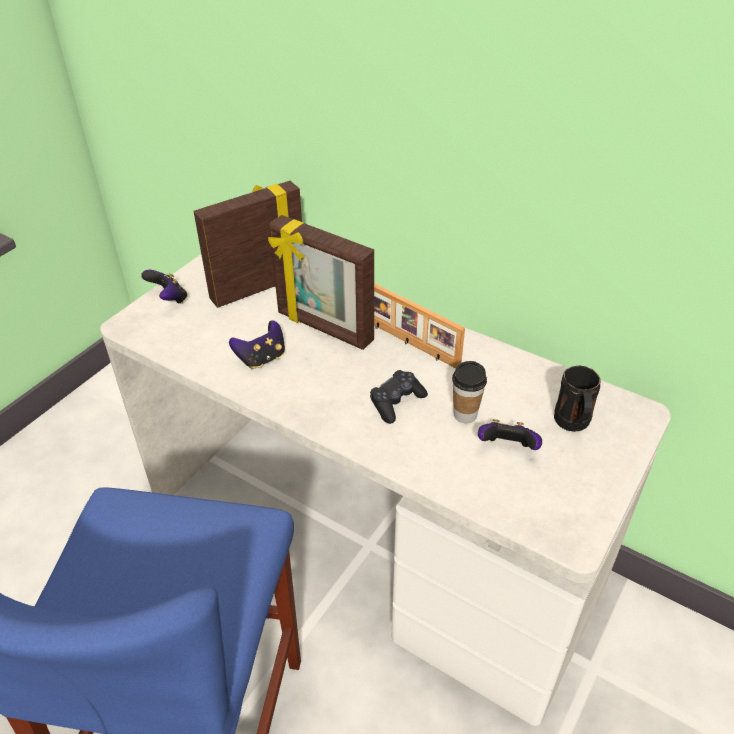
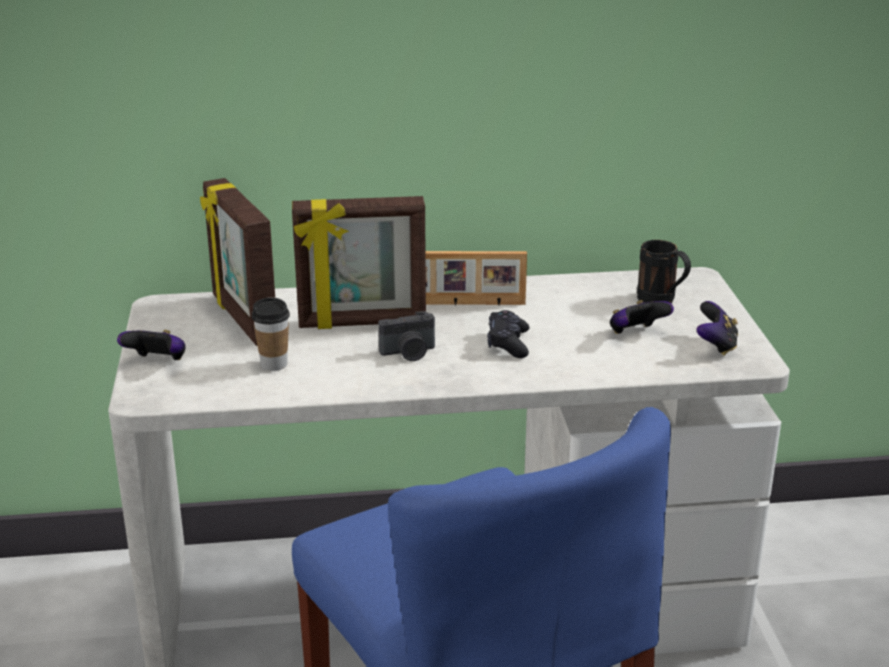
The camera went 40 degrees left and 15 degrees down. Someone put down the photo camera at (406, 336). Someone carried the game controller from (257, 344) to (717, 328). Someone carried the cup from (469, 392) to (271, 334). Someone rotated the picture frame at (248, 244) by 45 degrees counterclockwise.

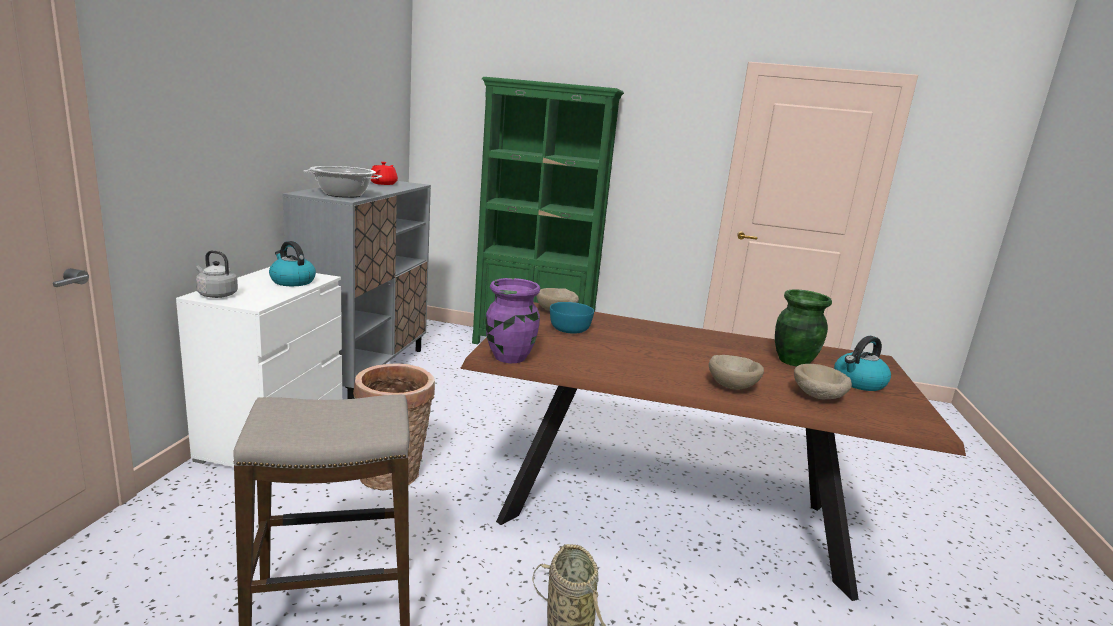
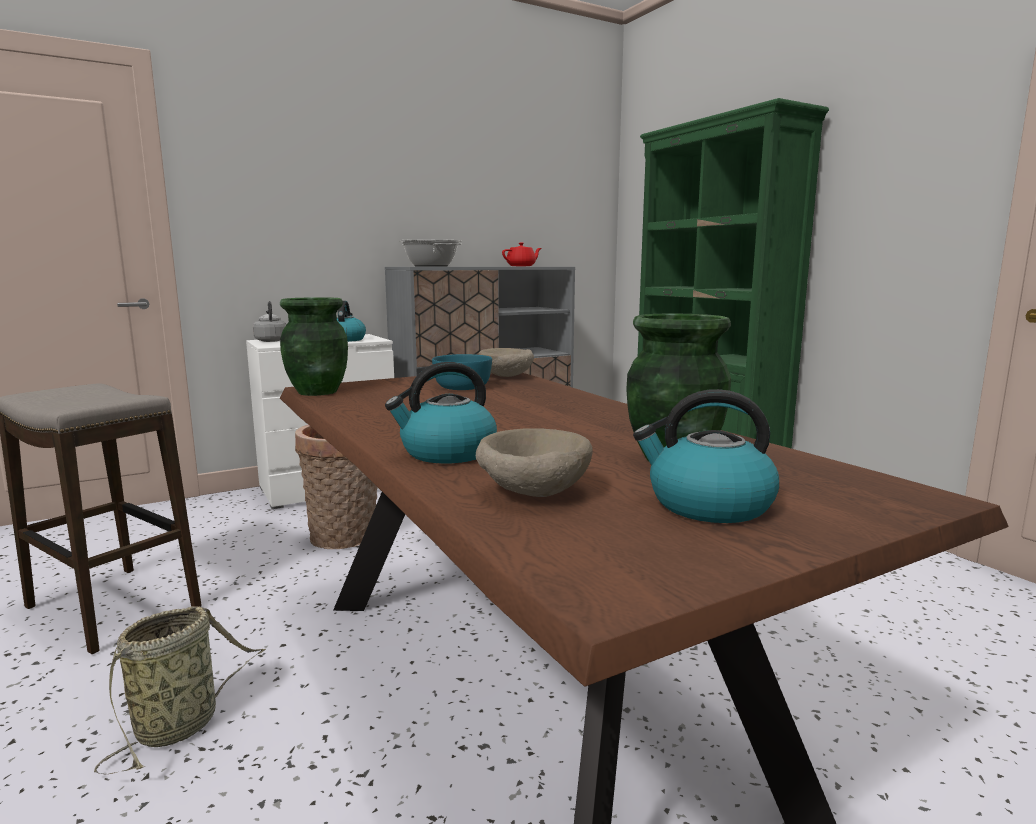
The camera went 50 degrees right and 5 degrees down. Someone swapped the beige bowl at (736, 372) for the kettle at (441, 413). Someone repainted the purple vase at (512, 320), which became the green vase at (314, 346).

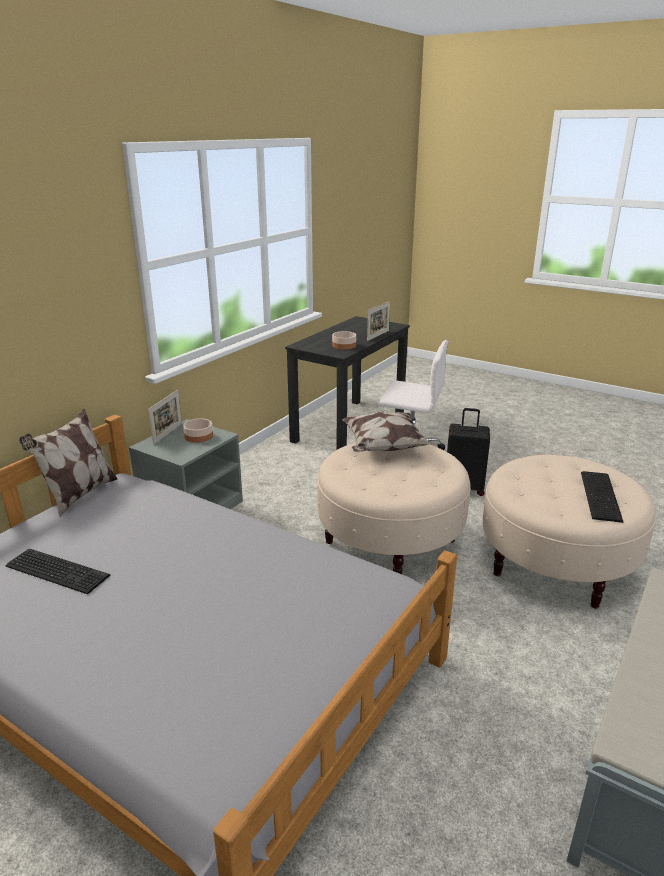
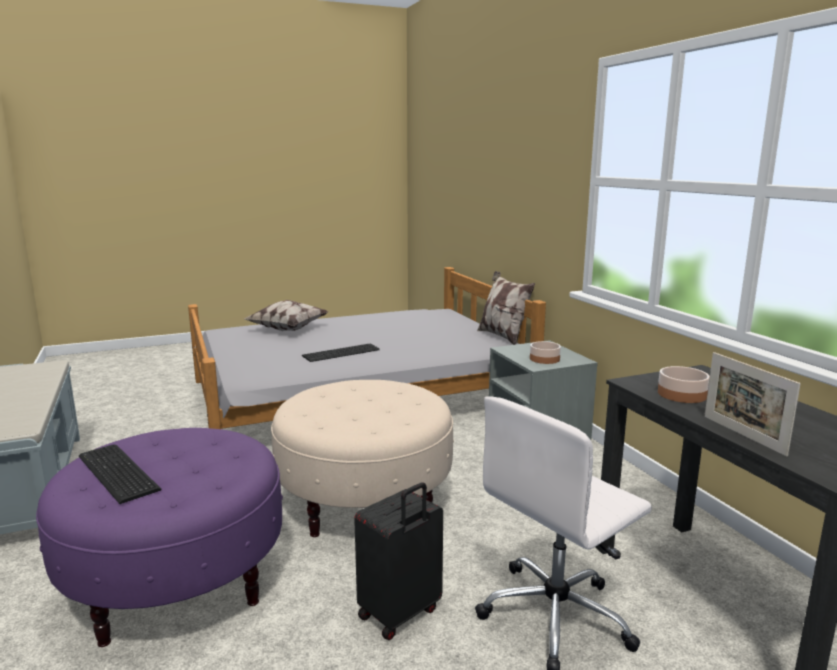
The camera went 125 degrees right and 10 degrees down. Someone took away the picture frame at (165, 417). Someone carried the keyboard from (58, 571) to (341, 353). Someone carried the pillow from (387, 431) to (286, 315). Someone repainted the beige ottoman at (569, 532), which became the purple ottoman at (159, 537).

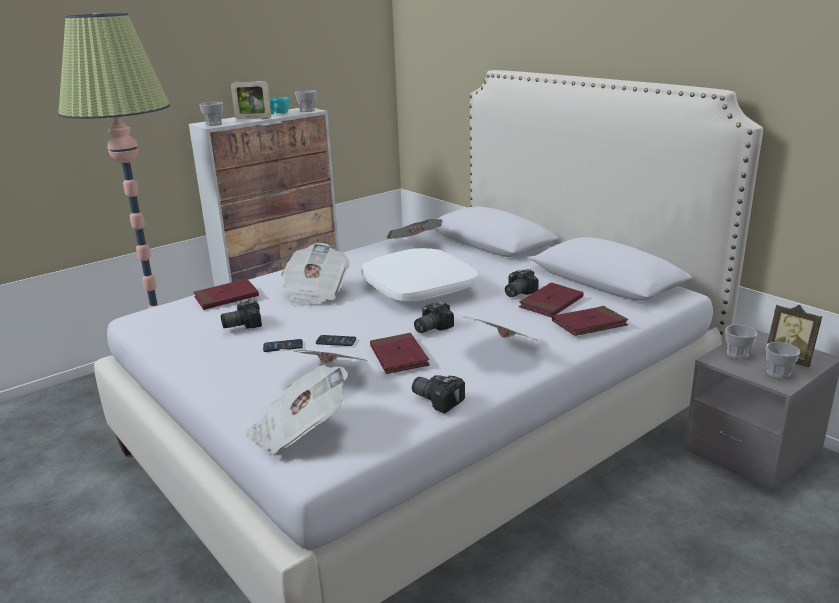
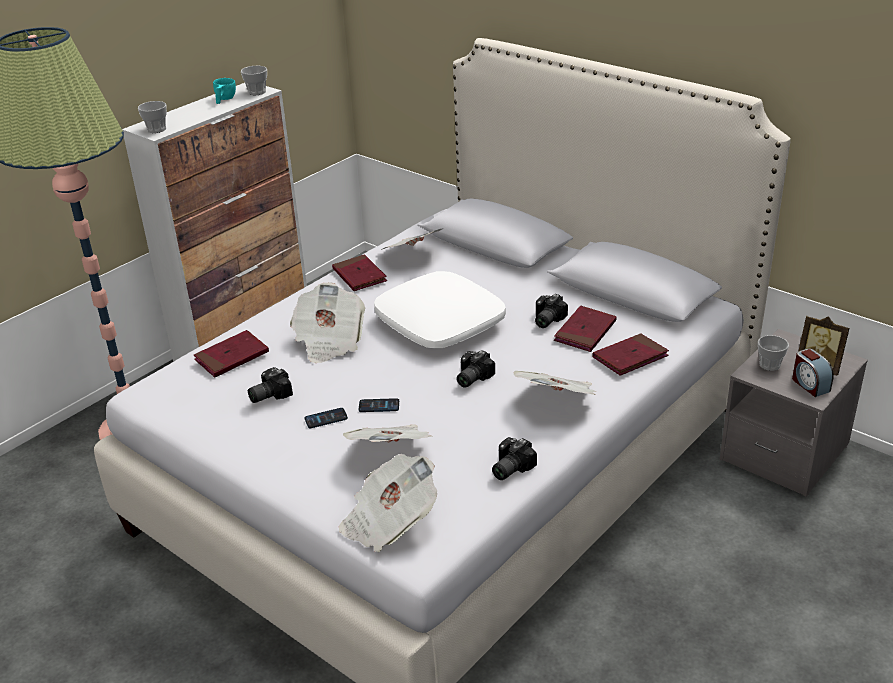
The camera went 10 degrees left and 10 degrees up. Someone took away the picture frame at (251, 100). Someone carried the red book from (400, 353) to (359, 272). Someone swapped the cup at (783, 360) for the alarm clock at (813, 372). Someone rotated the photo camera at (438, 394) by 75 degrees counterclockwise.

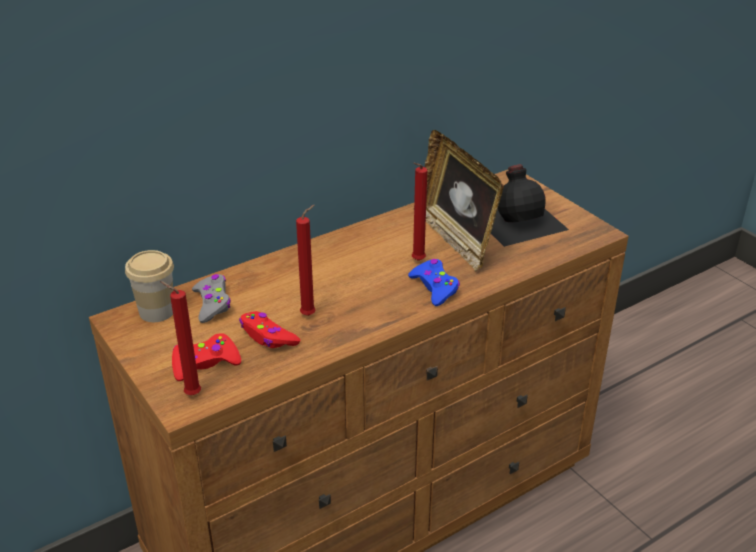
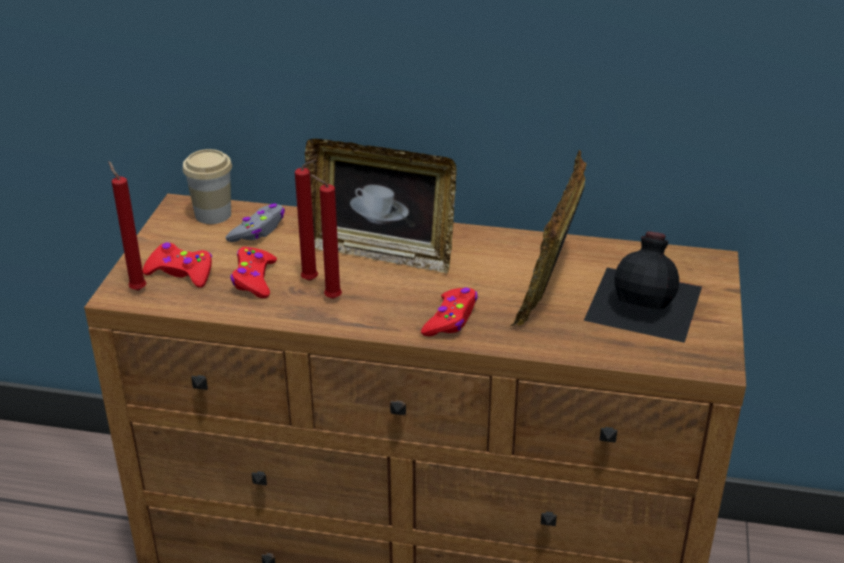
The camera went 45 degrees right and 0 degrees up. Someone put down the picture frame at (381, 206). Someone carried the red candle from (419, 211) to (326, 237). Someone repainted the blue game controller at (434, 282), which became the red game controller at (449, 312).

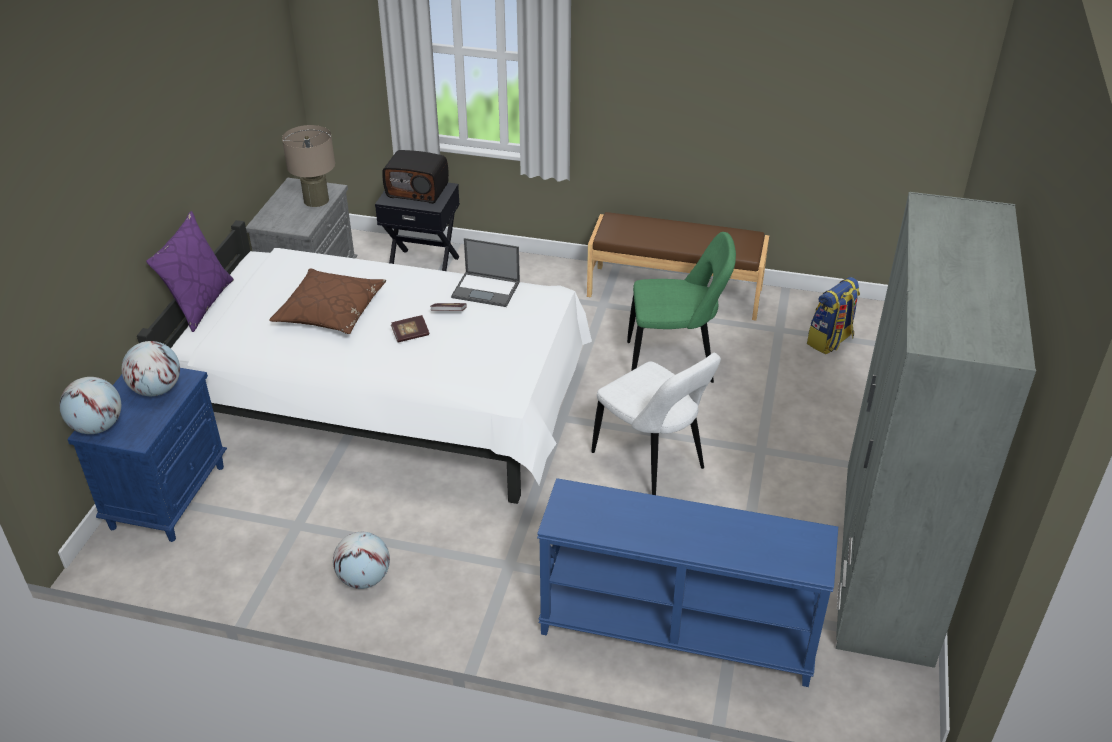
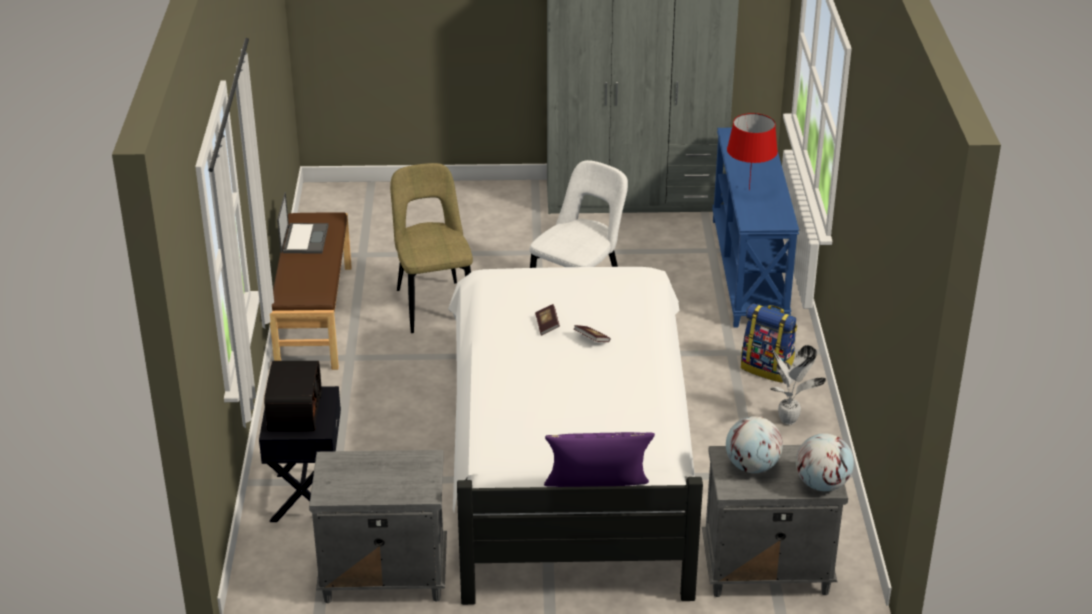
The camera went 105 degrees left and 5 degrees down. Someone took away the brown pillow at (327, 301). Someone took away the beige table lamp at (308, 166). Someone put down the red table lamp at (752, 151). Someone carried the laptop from (485, 272) to (303, 223). Someone carried the backpack from (833, 315) to (769, 343). Someone swapped the globe at (361, 560) for the potted plant at (798, 385). Someone repainted the blue nightstand at (147, 455), which became the grey nightstand at (775, 521). Someone repainted the green chair at (681, 307), which became the beige chair at (431, 248).

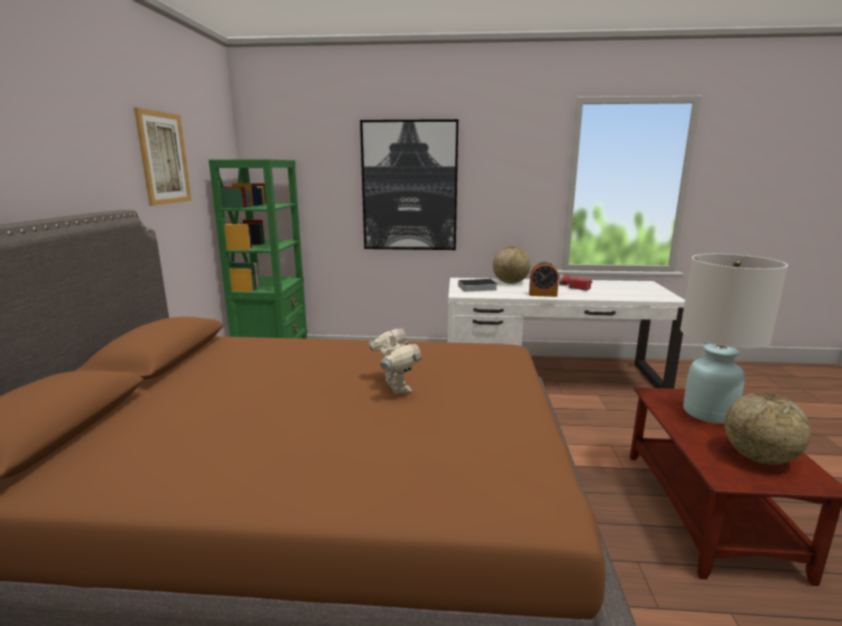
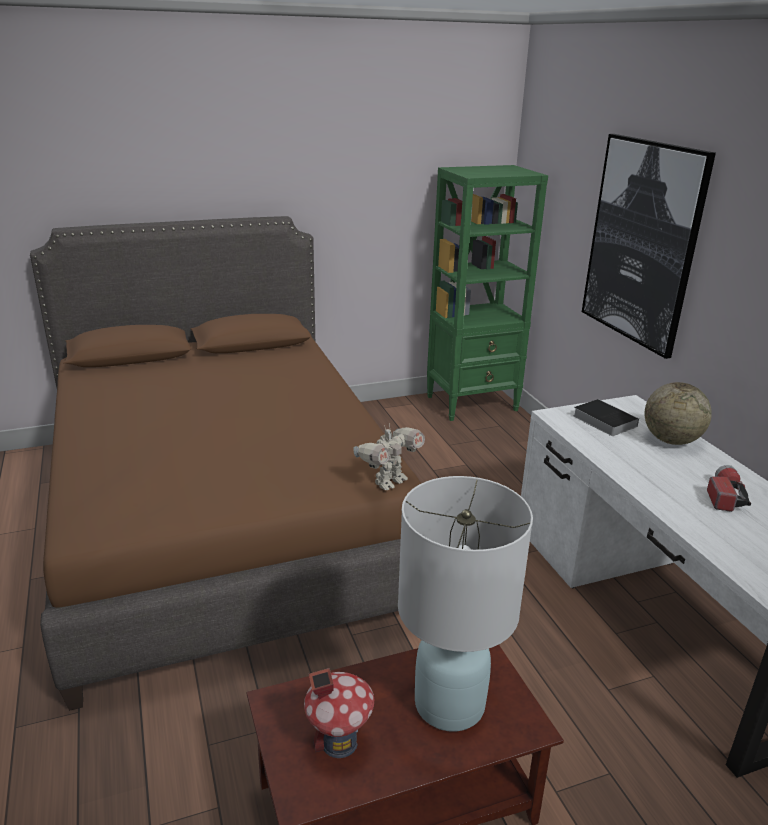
The camera went 65 degrees right and 10 degrees up. Someone took away the picture at (163, 157). Someone took away the alarm clock at (544, 279). Someone carried the toy robot from (395, 361) to (389, 456). Someone swapped the globe at (768, 428) for the toy house at (339, 713).

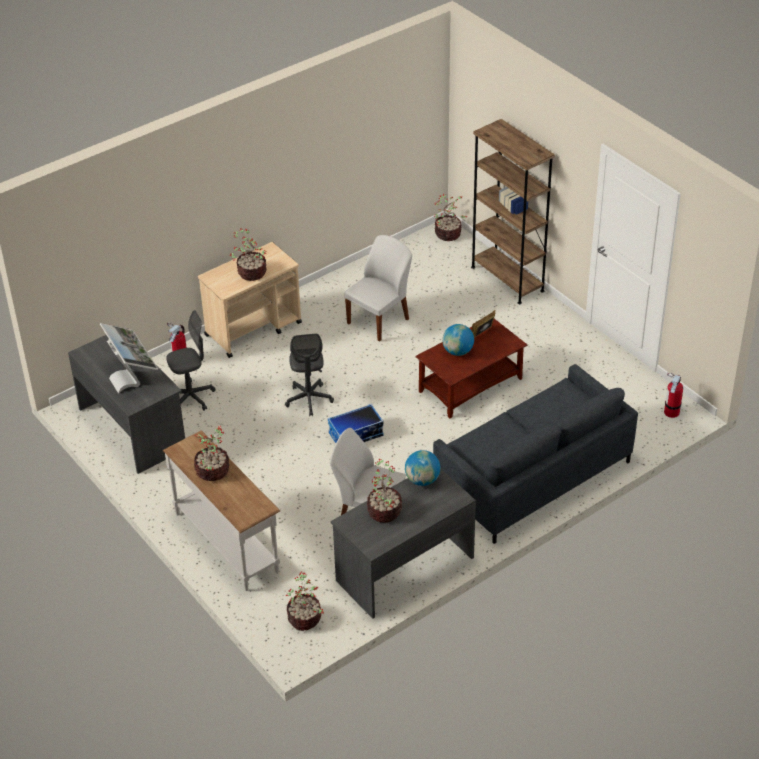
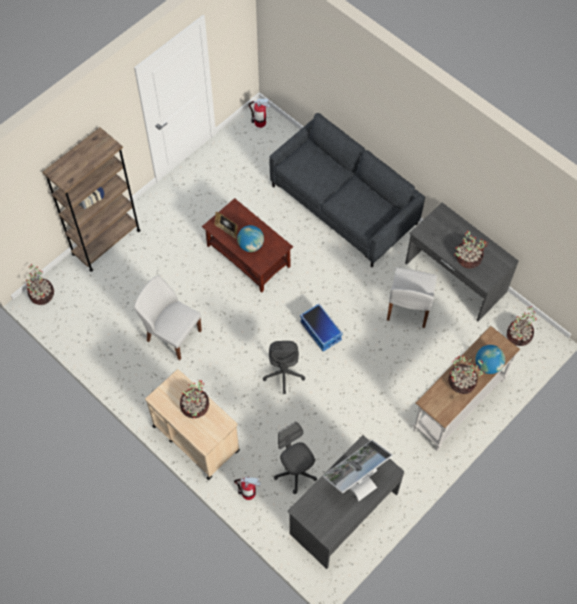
The camera went 100 degrees left and 20 degrees up. Someone carried the globe from (422, 468) to (490, 359). Someone rotated the grey office chair at (309, 375) by 105 degrees clockwise.

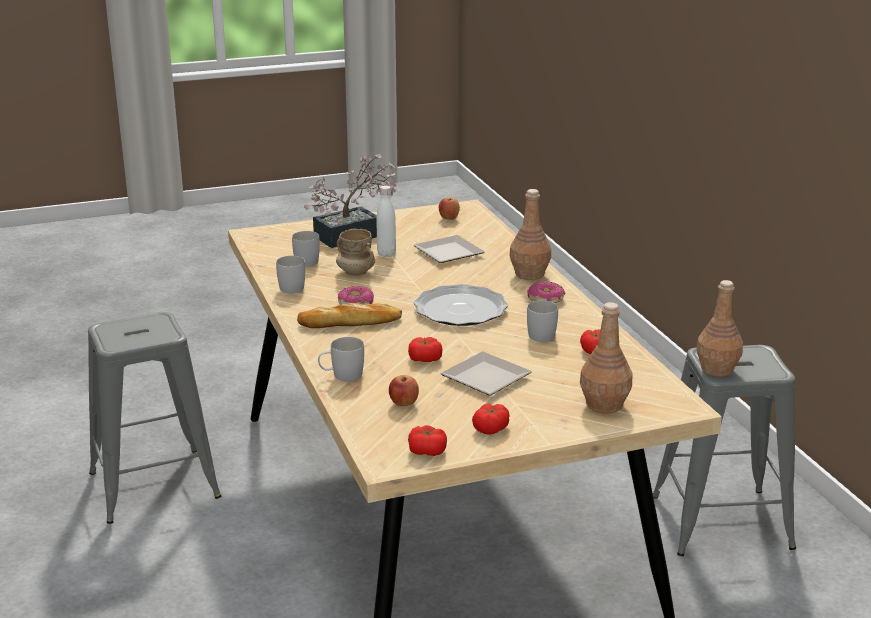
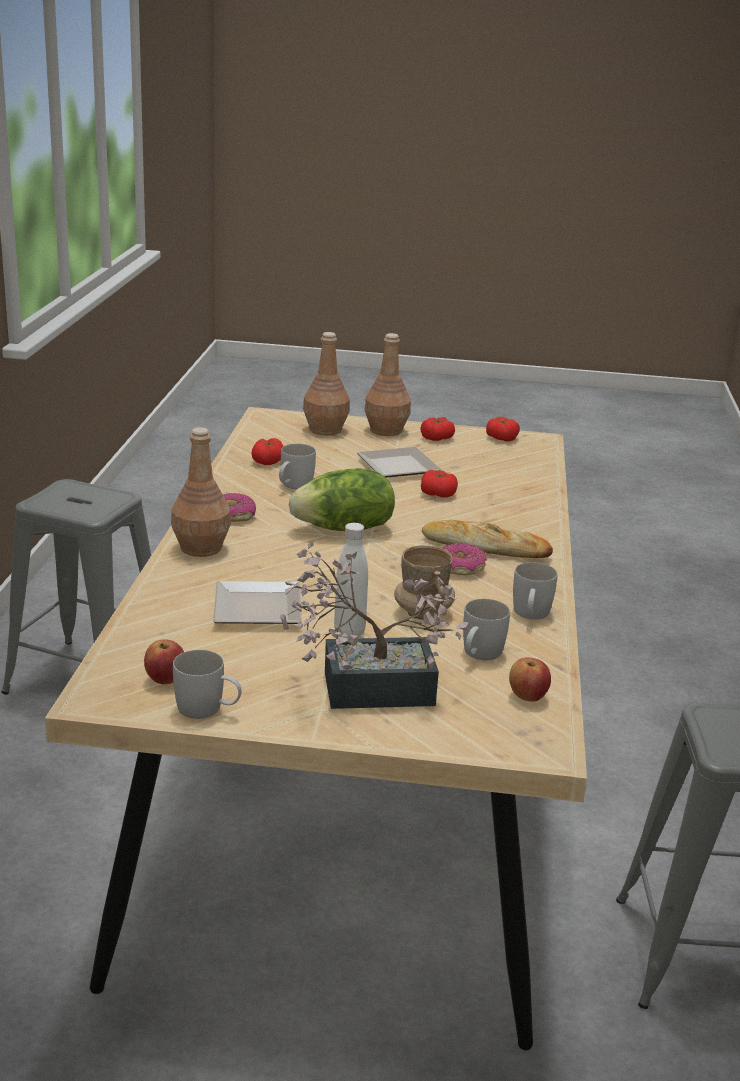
The camera went 155 degrees left and 0 degrees up. Someone carried the white mug from (341, 359) to (207, 684). Someone carried the apple from (404, 390) to (530, 679). Someone carried the brown bottle from (720, 328) to (388, 384). Someone swapped the plate at (461, 305) for the lettuce at (342, 499).

